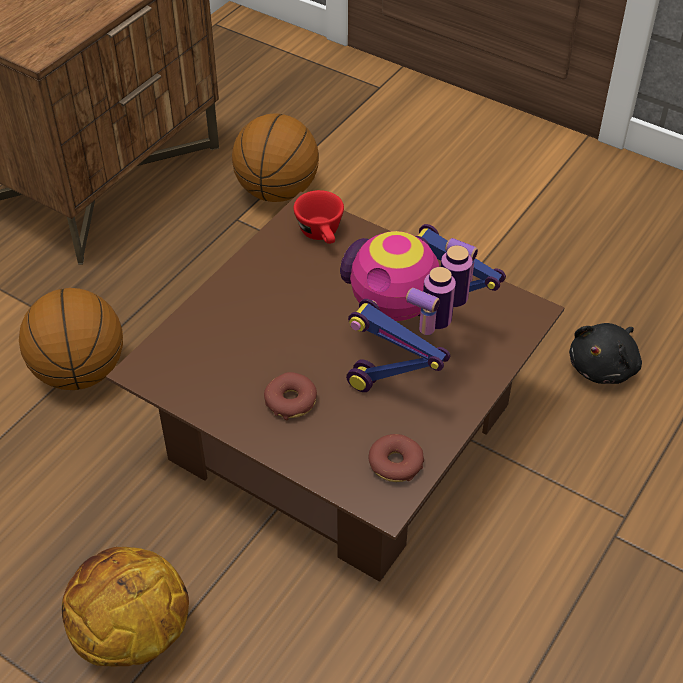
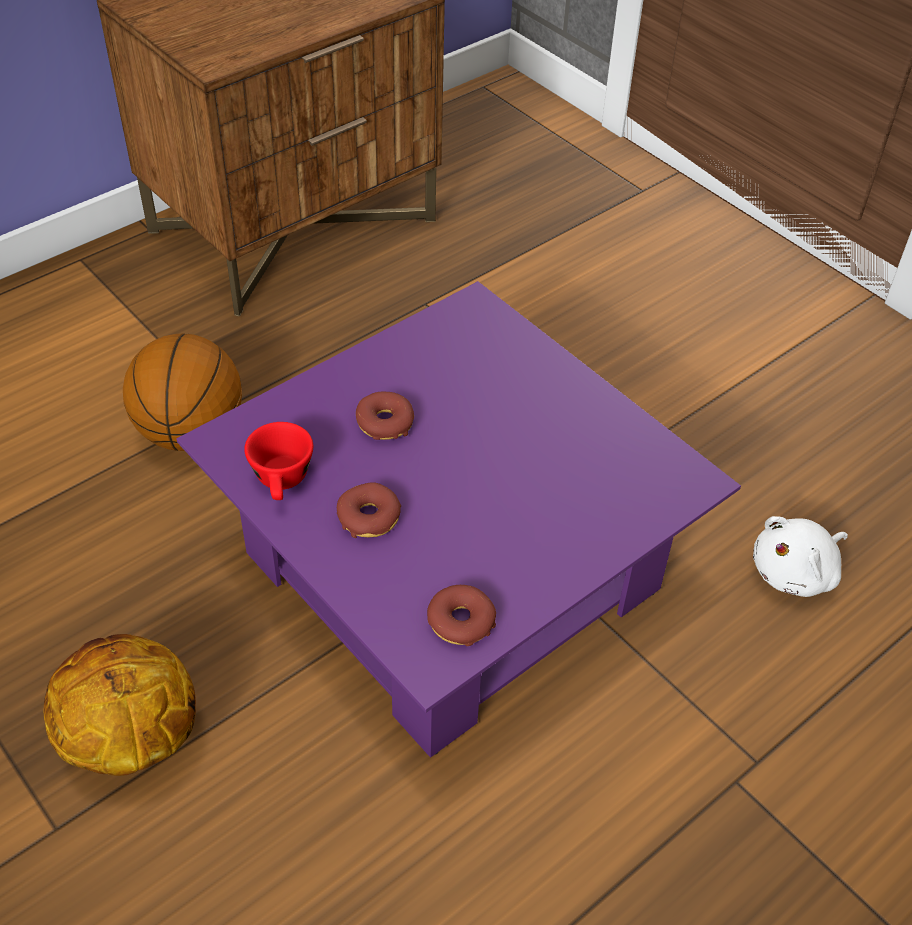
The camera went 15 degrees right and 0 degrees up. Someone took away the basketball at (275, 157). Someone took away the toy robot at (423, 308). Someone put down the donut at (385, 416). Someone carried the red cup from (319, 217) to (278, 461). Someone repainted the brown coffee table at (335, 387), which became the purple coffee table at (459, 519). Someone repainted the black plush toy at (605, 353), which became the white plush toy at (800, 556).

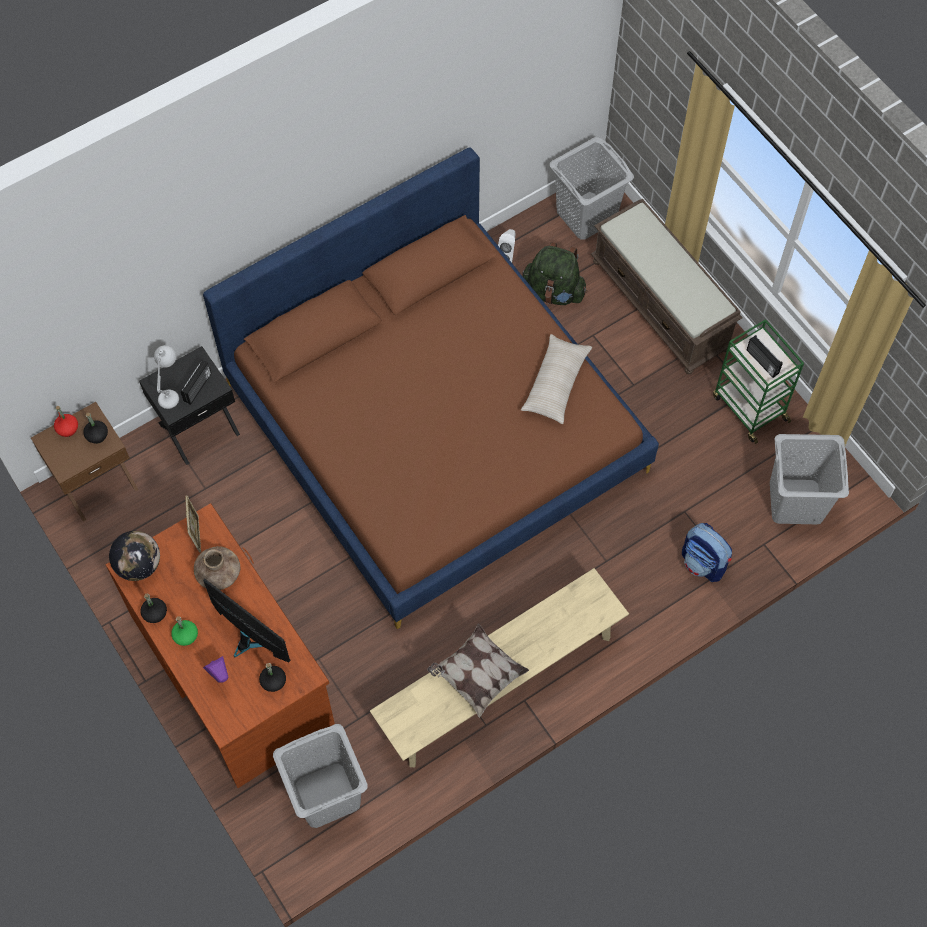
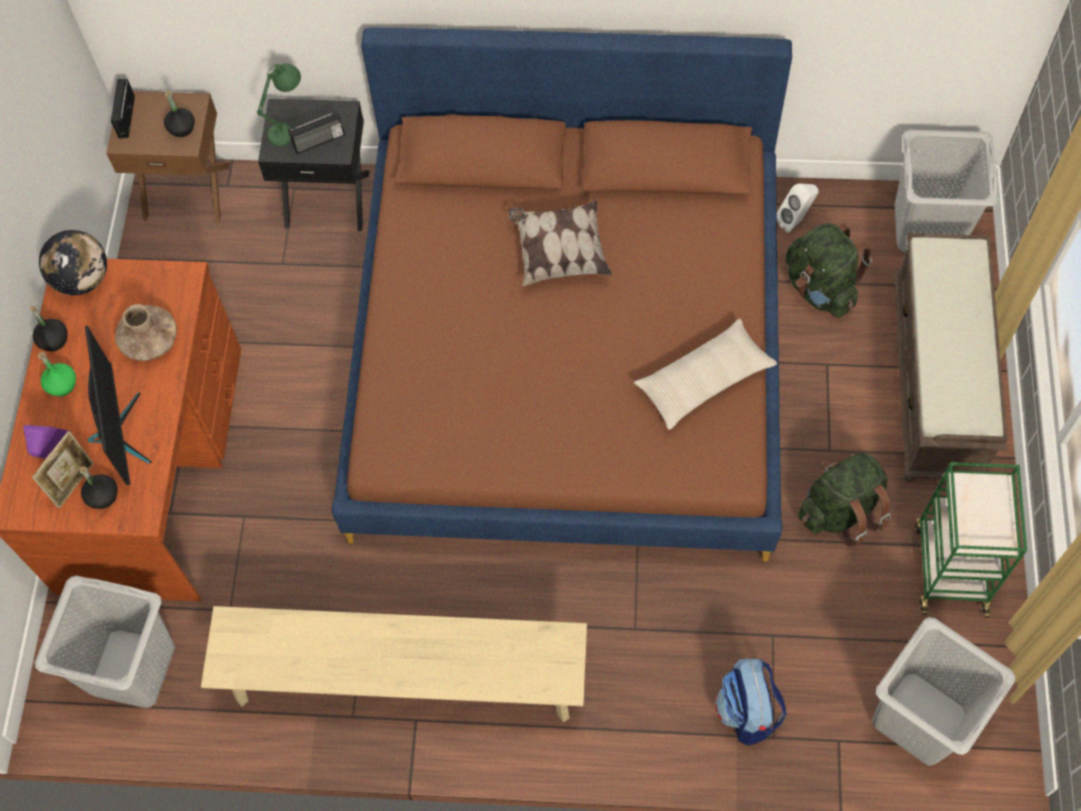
The camera went 40 degrees right and 0 degrees up. Someone took away the red bottle at (66, 421). Someone put down the green backpack at (844, 500). Someone carried the picture frame from (193, 524) to (63, 470). Someone carried the pillow from (478, 671) to (560, 243). Someone carried the radio from (765, 356) to (123, 109). Someone repainted the white table lamp at (166, 377), which became the green table lamp at (279, 104).

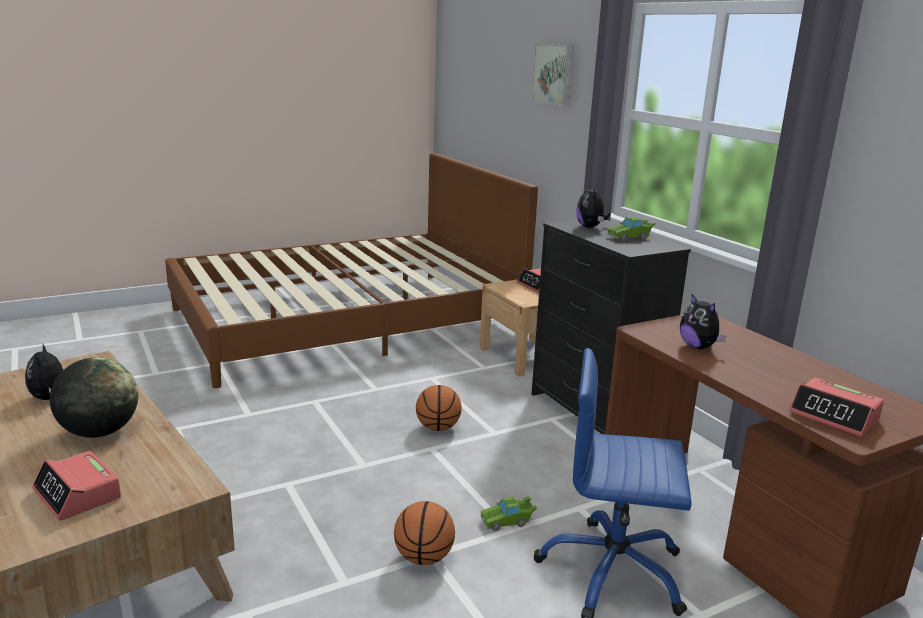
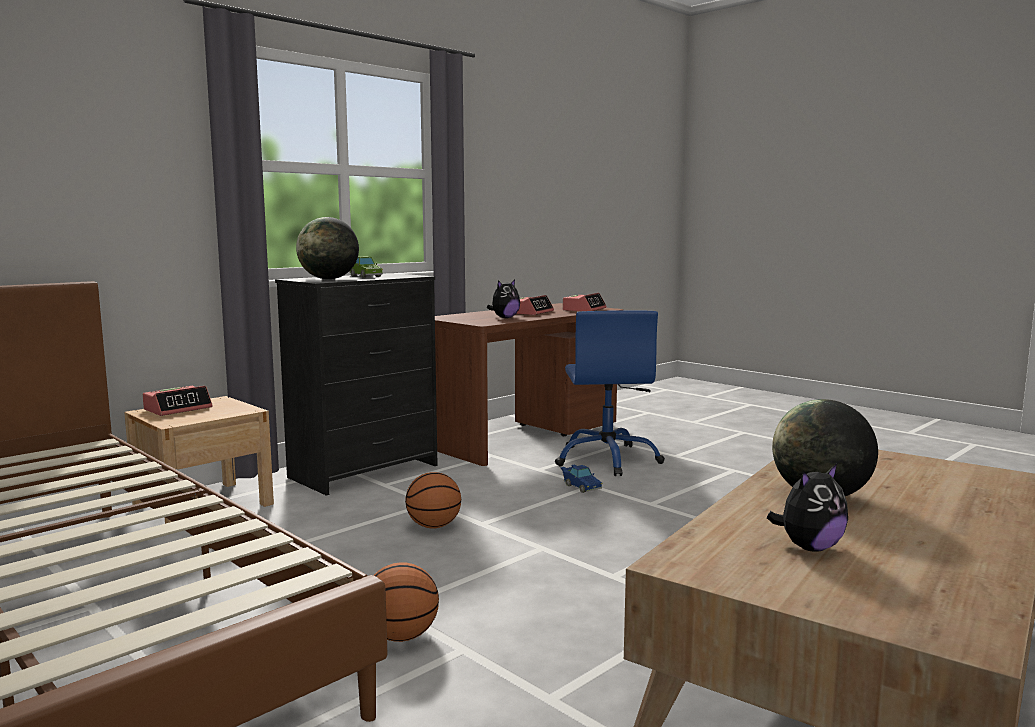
The camera went 105 degrees left and 10 degrees down. Someone took away the picture at (552, 75). Someone carried the alarm clock from (76, 486) to (535, 305). Someone carried the basketball from (424, 533) to (406, 602). Someone swapped the plush toy at (593, 206) for the globe at (327, 248). Someone repainted the green toy car at (508, 514), which became the blue toy car at (581, 479).

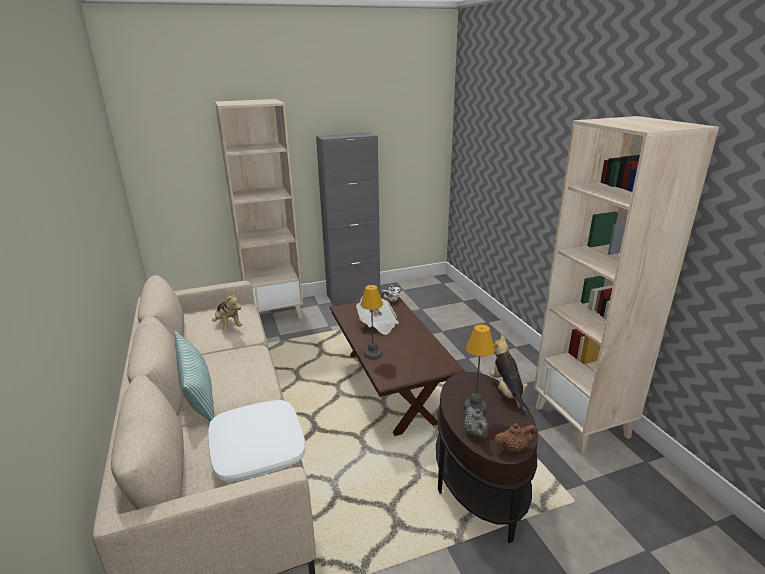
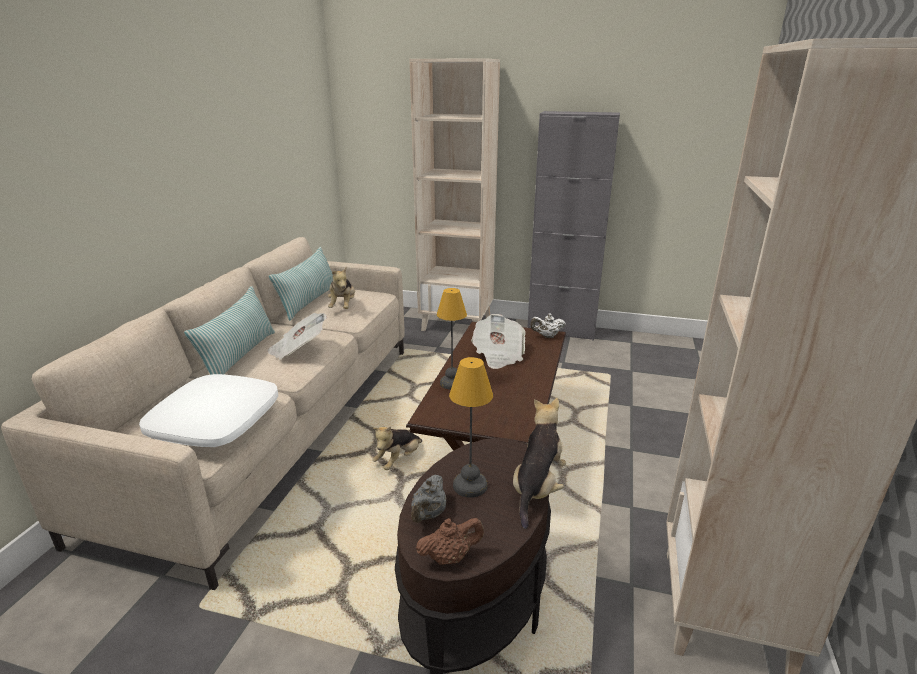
The camera went 35 degrees right and 0 degrees up. Someone put down the newspaper at (297, 336). Someone put down the pillow at (301, 284). Someone put down the plush toy at (397, 448). Someone rotated the brown teapot at (515, 437) by 45 degrees counterclockwise.

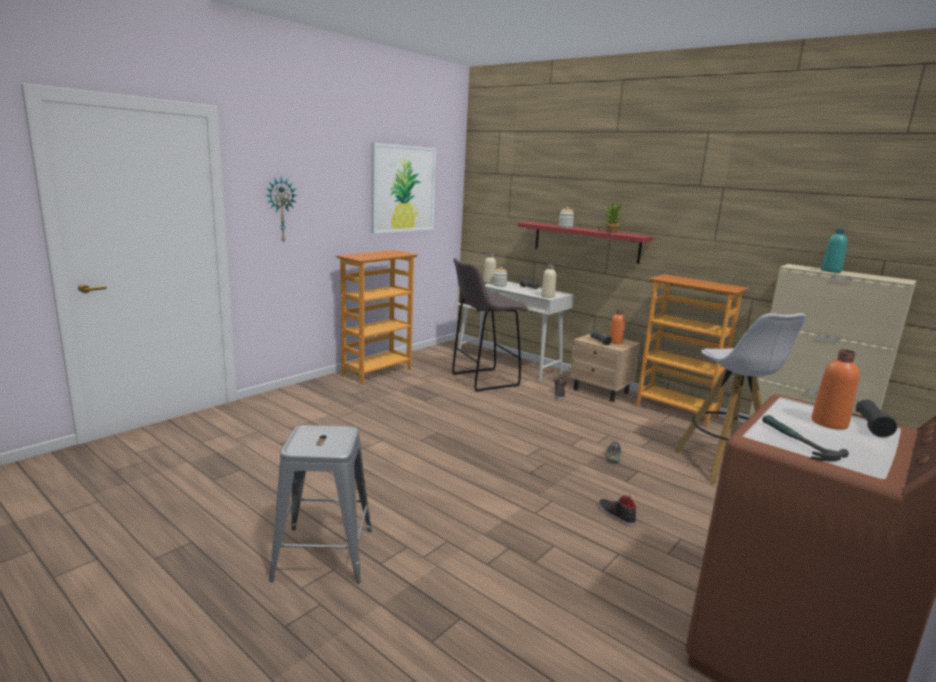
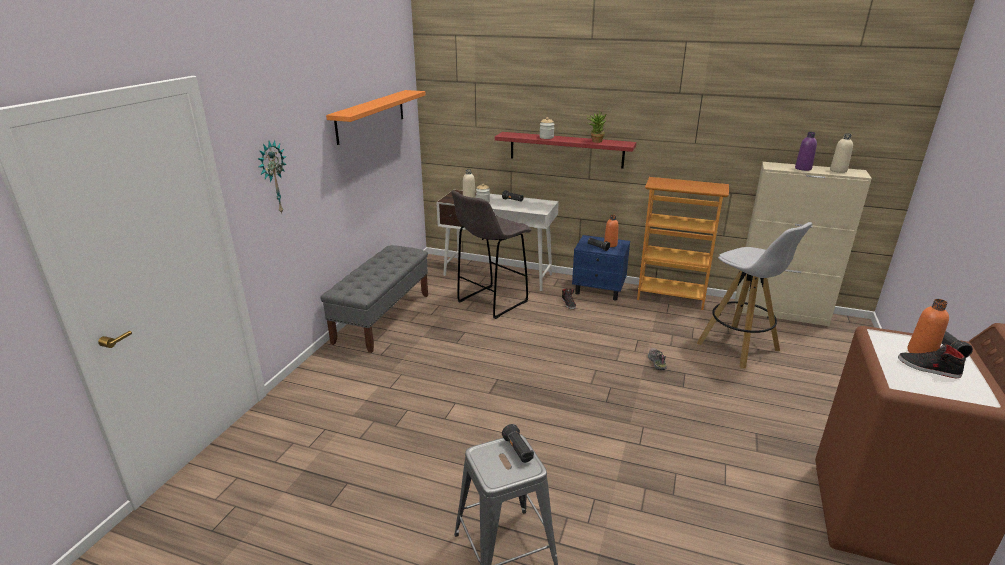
The camera went 20 degrees left and 10 degrees up. Someone took away the hammer at (805, 438). Someone put down the black flashlight at (518, 443). Someone carried the beige bottle from (548, 281) to (841, 153). Someone carried the black shoe from (617, 510) to (932, 361). Someone swapped the bookcase at (377, 317) for the grey bench at (374, 299). Someone swapped the picture at (403, 188) for the orange shelf at (376, 117). Someone repainted the beige nightstand at (605, 367), which became the blue nightstand at (601, 268). Someone repainted the turquoise bottle at (834, 250), which became the purple bottle at (806, 151).

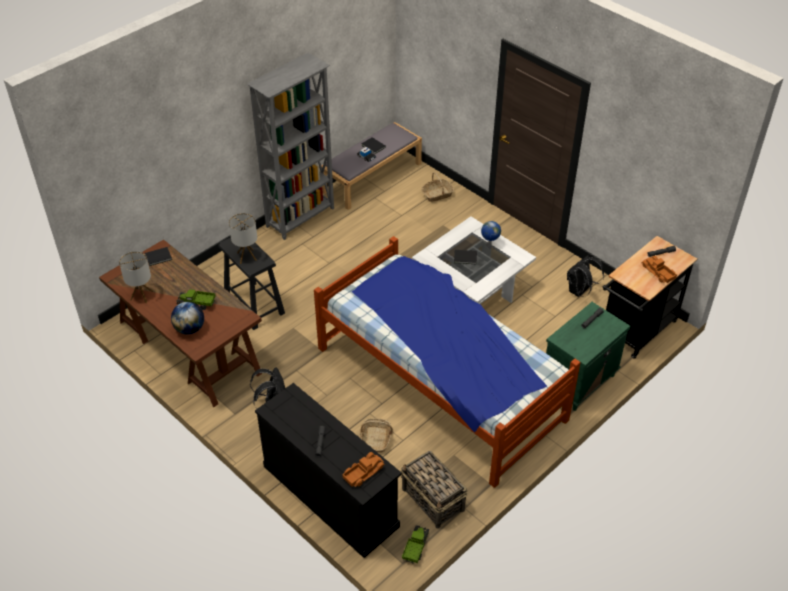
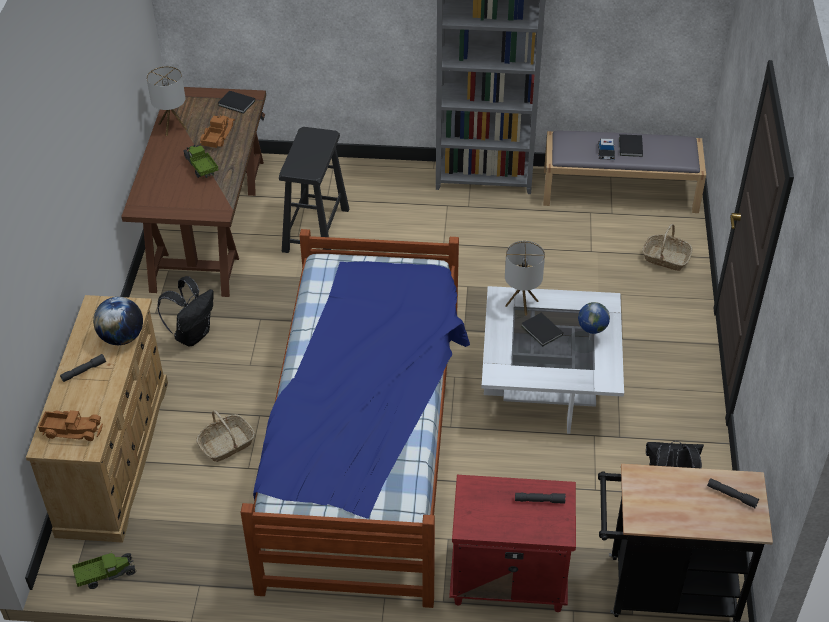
The camera went 50 degrees right and 0 degrees up. Someone took away the basket at (434, 489). Someone carried the globe from (187, 318) to (118, 321). Someone carried the table lamp from (243, 238) to (525, 278). Someone carried the toy truck from (659, 269) to (217, 131). Someone repainted the black dresser at (328, 470), which became the beige dresser at (97, 419). Someone repainted the green nightstand at (588, 356), which became the red nightstand at (512, 543).

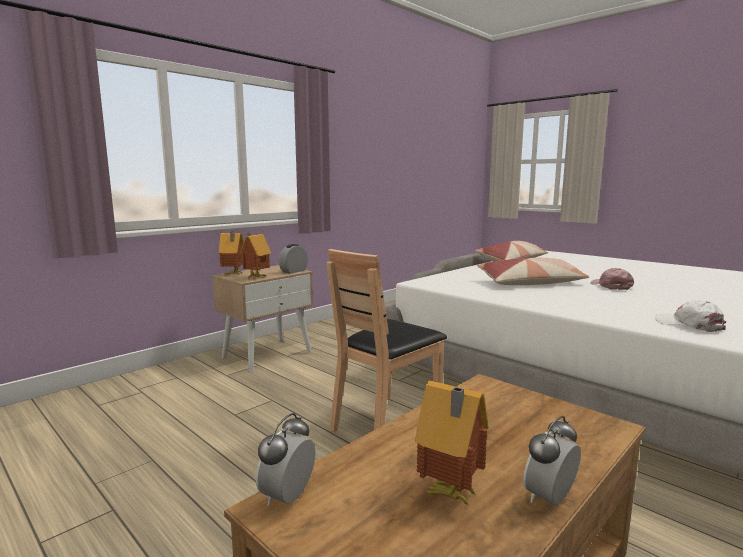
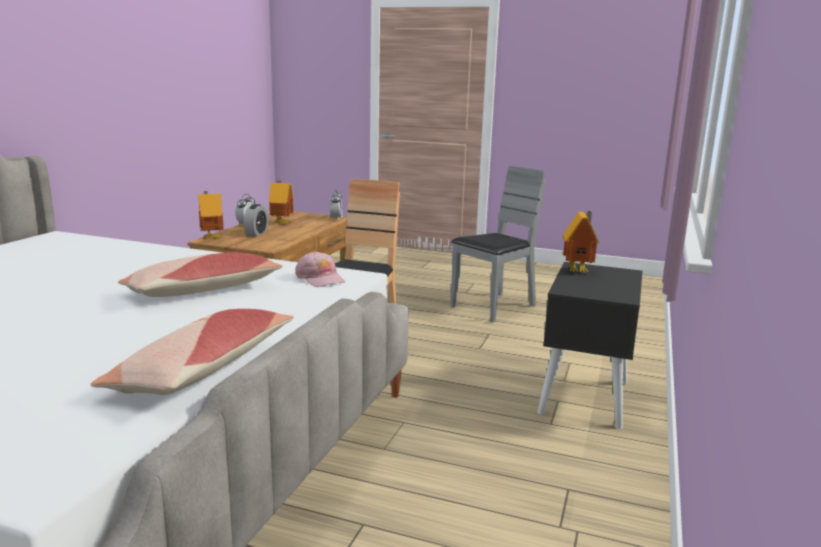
The camera went 155 degrees right and 5 degrees up. Someone took away the white cap at (690, 316). Someone put down the grey chair at (498, 244). Someone carried the toy house from (231, 253) to (211, 215). Someone carried the alarm clock from (293, 259) to (256, 220). Someone carried the pink cap from (612, 279) to (320, 269). Someone repainted the beige nightstand at (262, 318), which became the black nightstand at (589, 345).

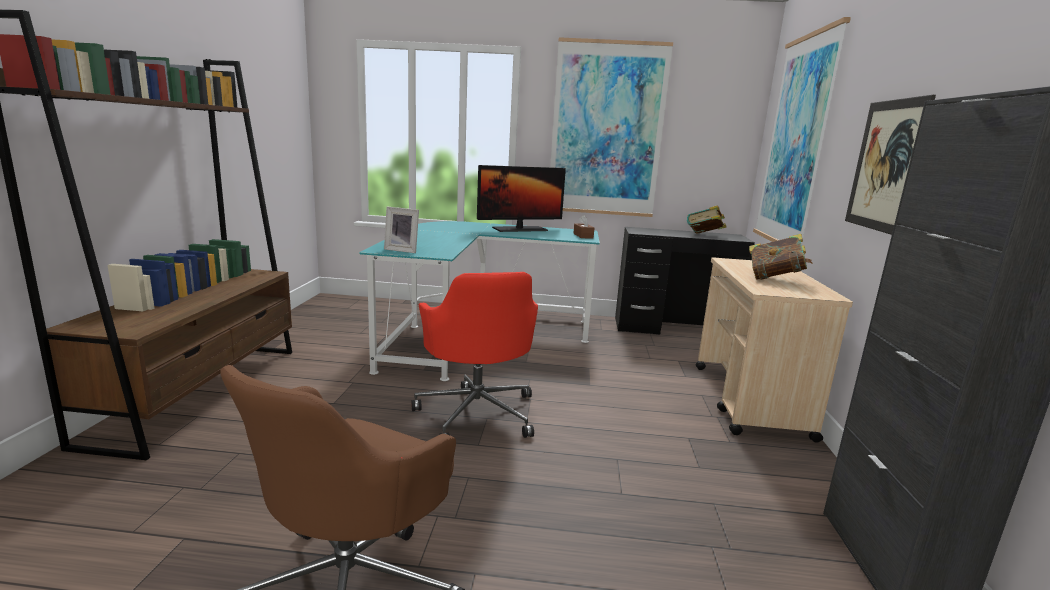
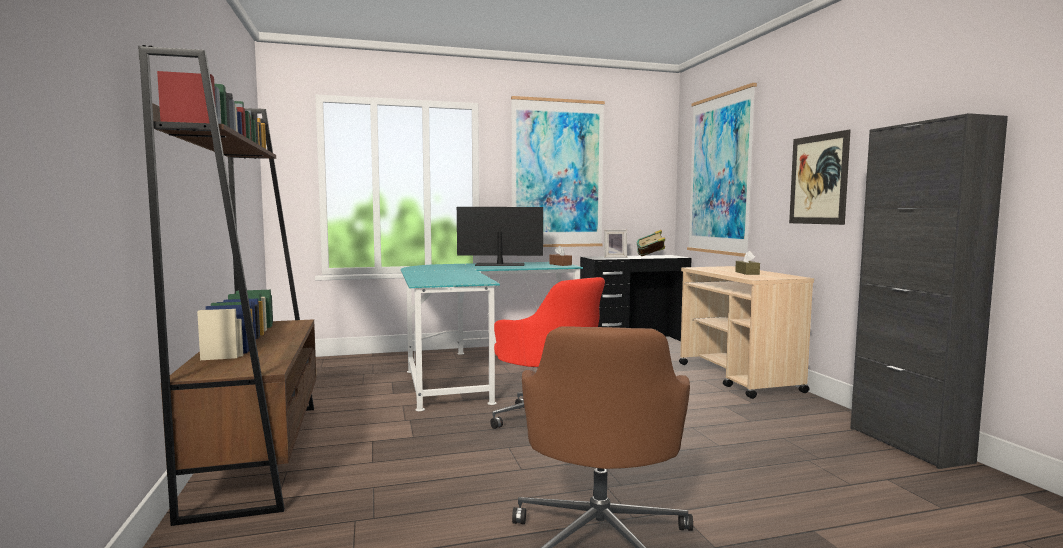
The camera went 20 degrees left and 10 degrees down. Someone carried the picture frame from (401, 230) to (615, 244). Someone swapped the book at (780, 257) for the brown tissue box at (747, 263). Someone rotated the monitor at (521, 198) by 135 degrees counterclockwise.

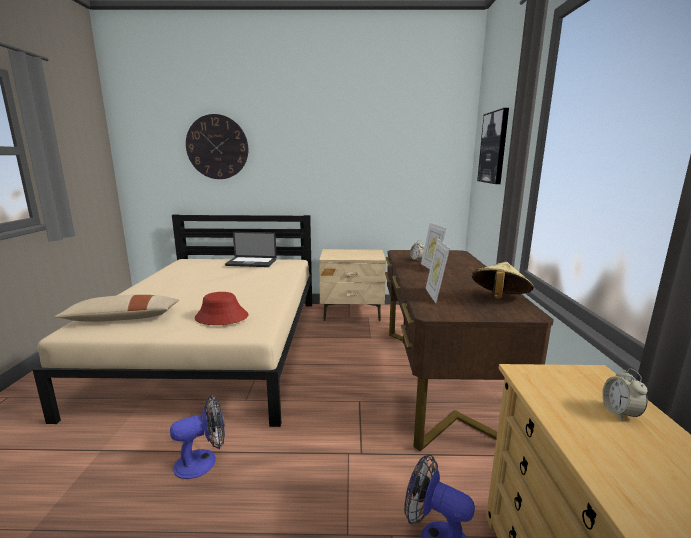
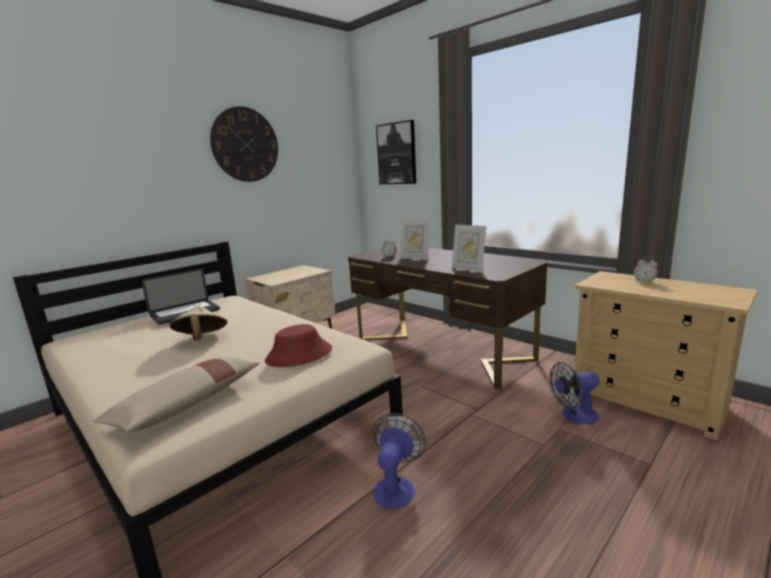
The camera went 45 degrees left and 0 degrees up. Someone carried the wall clock from (217, 146) to (244, 144). Someone carried the beige hat from (503, 280) to (198, 323).

